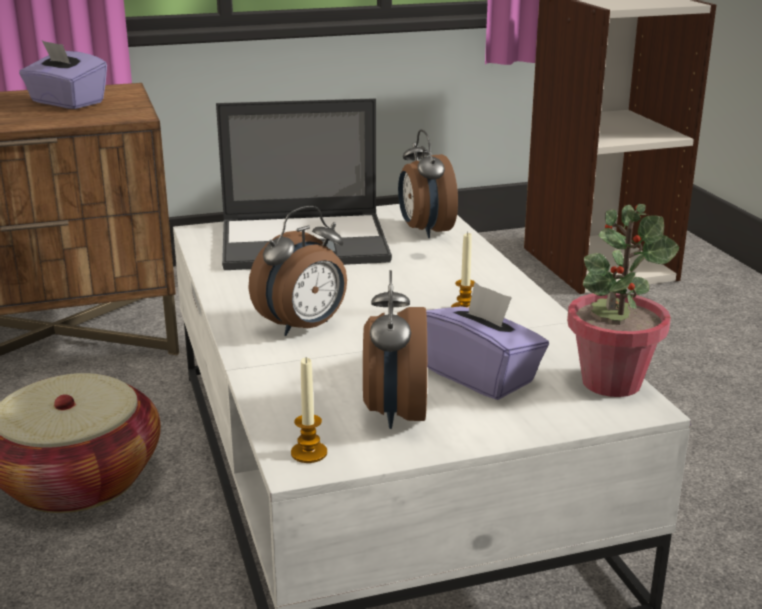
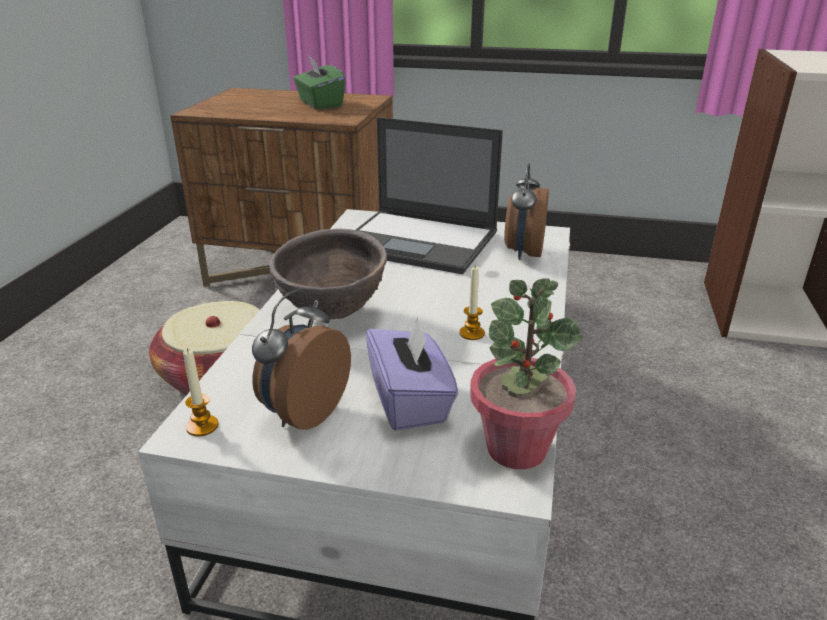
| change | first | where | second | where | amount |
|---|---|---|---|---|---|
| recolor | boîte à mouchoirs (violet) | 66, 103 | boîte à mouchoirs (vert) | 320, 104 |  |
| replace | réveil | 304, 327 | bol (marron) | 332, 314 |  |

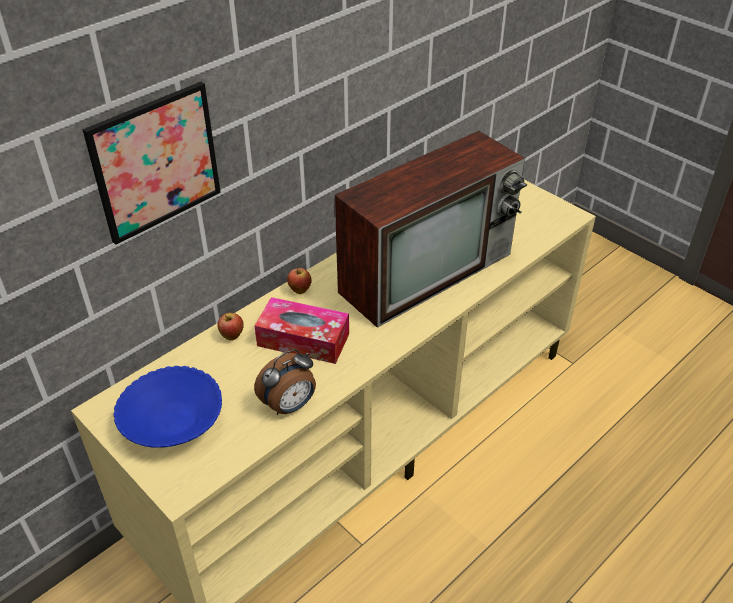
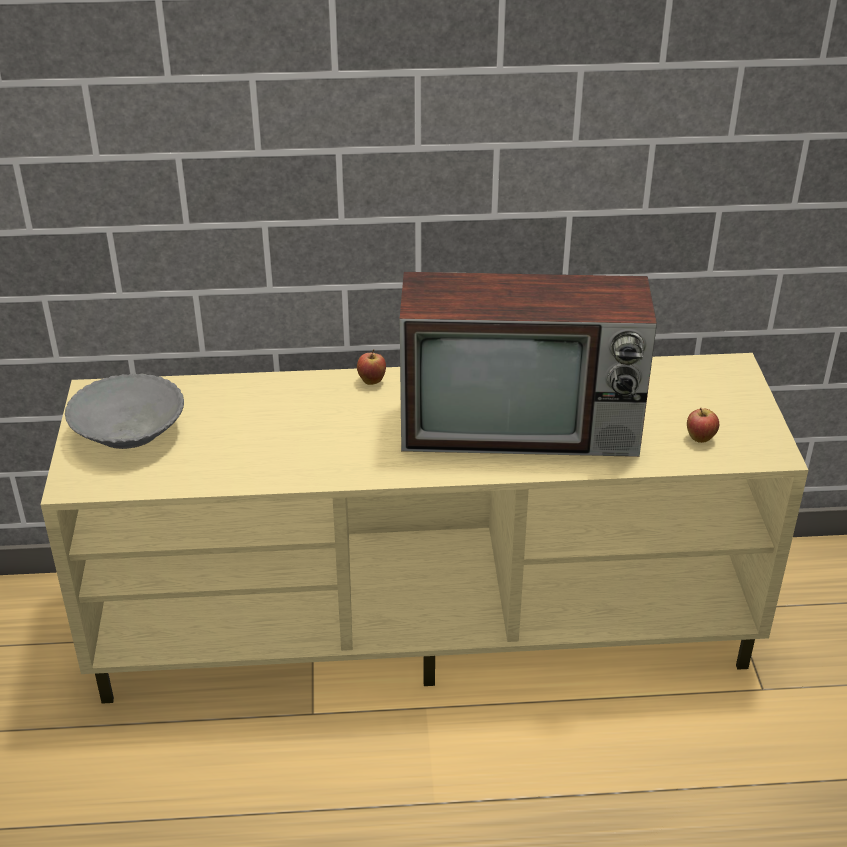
| change | first | where | second | where | amount |
|---|---|---|---|---|---|
| delete | tableau | 156, 162 |  |  |  |
| recolor | bol (bleu) | 173, 424 | bol (gris) | 129, 433 |  |
| move | pomme | 232, 336 |  | 700, 439 |  |
| delete | réveil | 289, 406 |  |  |  |
| delete | boîte à mouchoirs | 303, 340 |  |  |  |

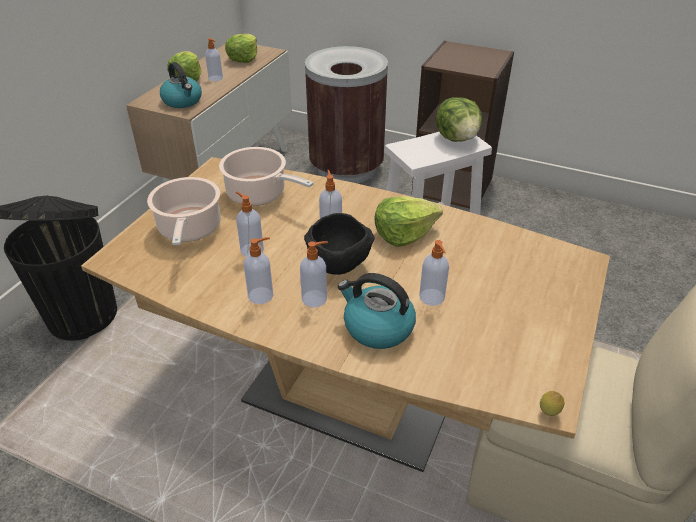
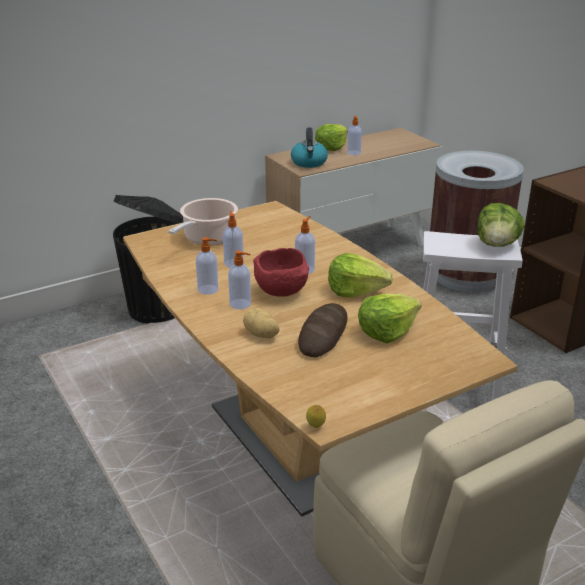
| change | first | where | second | where | amount |
|---|---|---|---|---|---|
| delete | marmite | 259, 194 |  |  |  |
| move | laitue | 243, 58 |  | 387, 331 |  |
| recolor | bol (noir) | 339, 264 | bol (rouge) | 283, 292 |  |
| replace | bouilloire | 377, 327 | pomme de terre | 261, 335 |  |
| replace | distributeur de savon | 432, 298 | pain | 323, 334 |  |

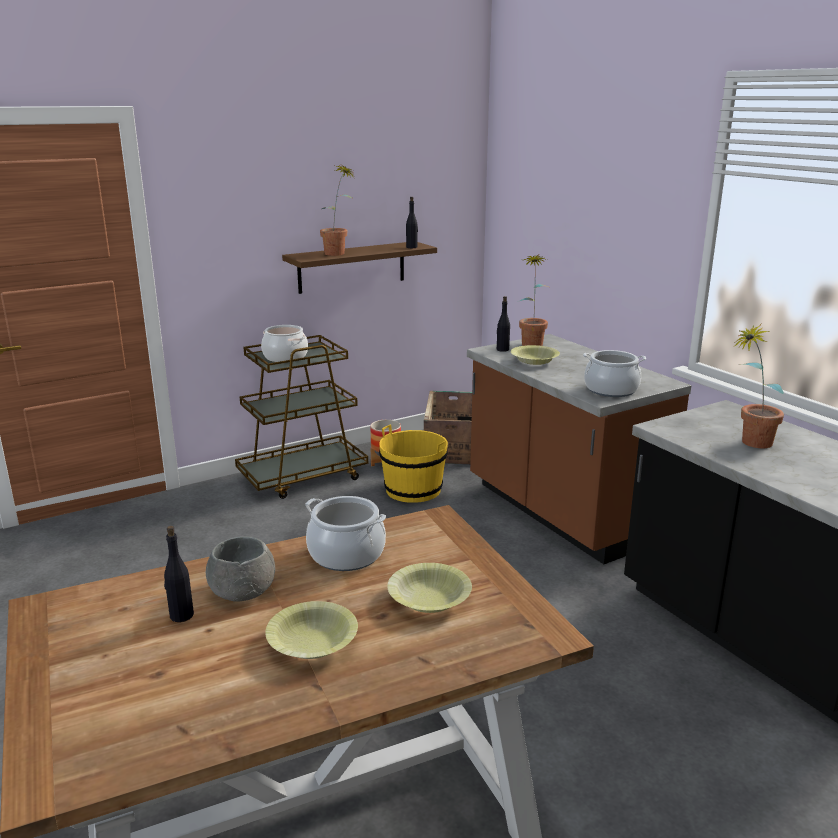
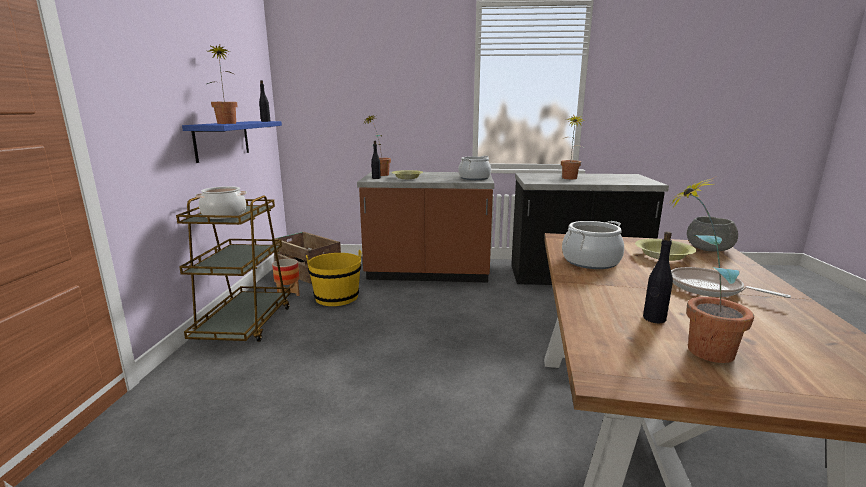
| change | first | where | second | where | amount |
|---|---|---|---|---|---|
| move | bol (gris) | 242, 590 |  | 709, 248 |  |
| replace | bol (jaune) | 312, 642 | poêle | 709, 288 |  |
| recolor | étagère (marron) | 352, 267 | étagère (bleu) | 222, 140 |  |
| insert |  |  | plante en pot | 695, 349 |  |

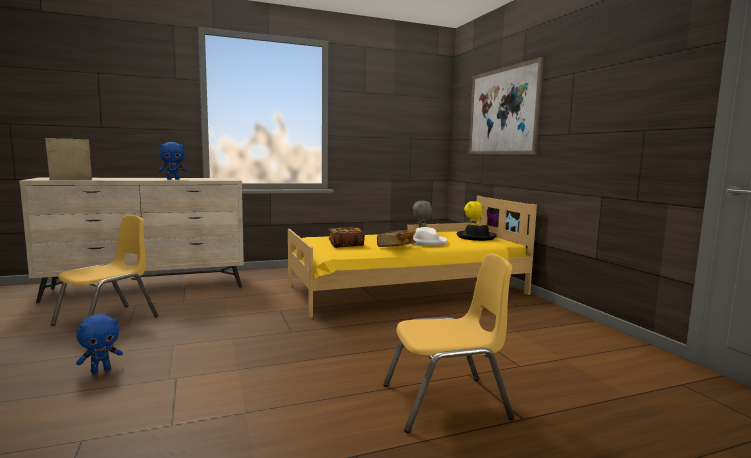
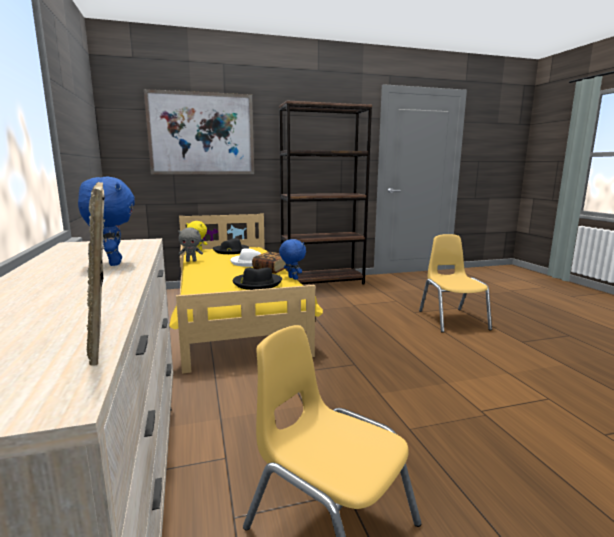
| change | first | where | second | where | amount |
|---|---|---|---|---|---|
| move | peluche (bleu) | 101, 370 |  | 292, 278 |  |
| replace | livre | 346, 245 | chapeau (noir) | 257, 283 |  |
| insert |  |  | bibliothèque (marron) | 322, 282 |  |

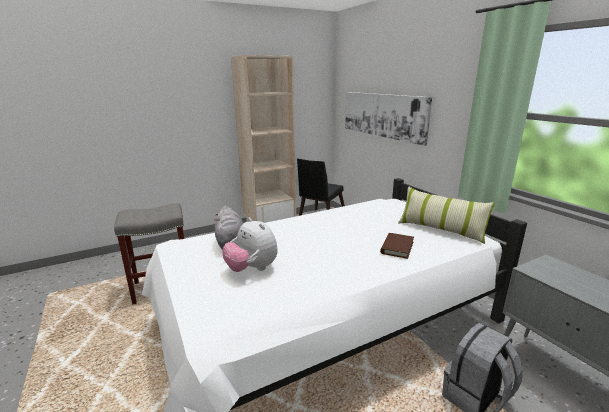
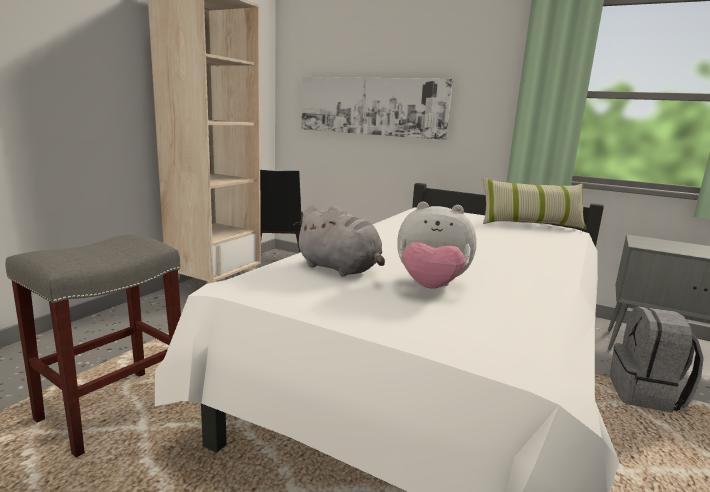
| change | first | where | second | where | amount |
|---|---|---|---|---|---|
| delete | livre (marron) | 397, 247 |  |  |  |

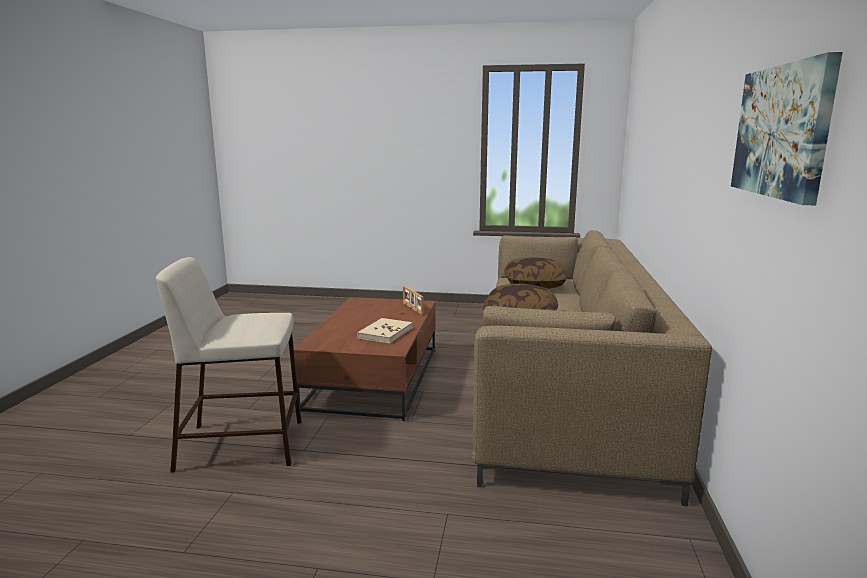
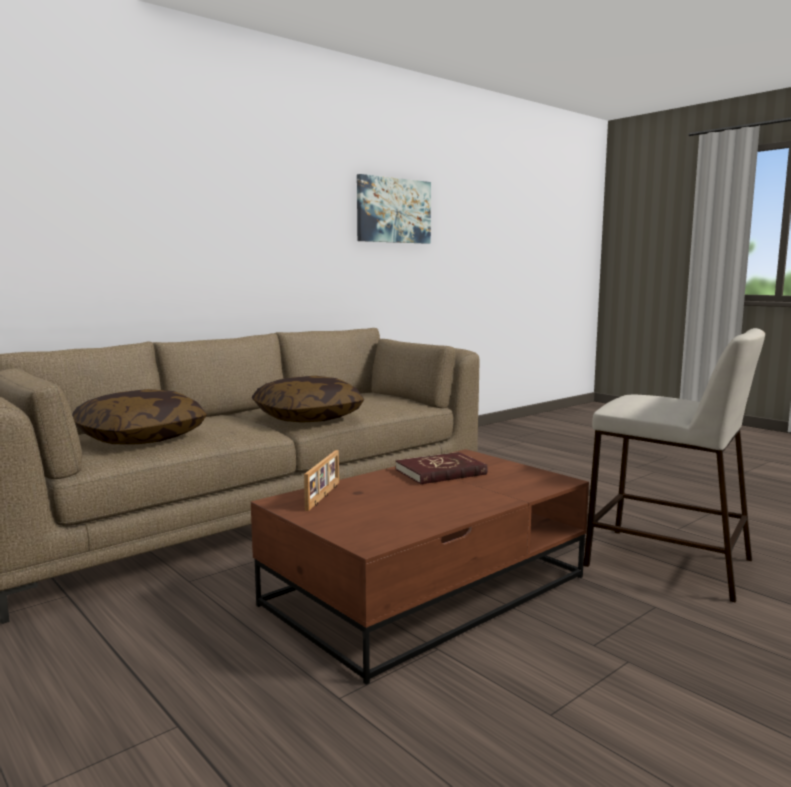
| change | first | where | second | where | amount |
|---|---|---|---|---|---|
| recolor | livre (beige) | 385, 333 | livre (rouge) | 441, 472 |  |

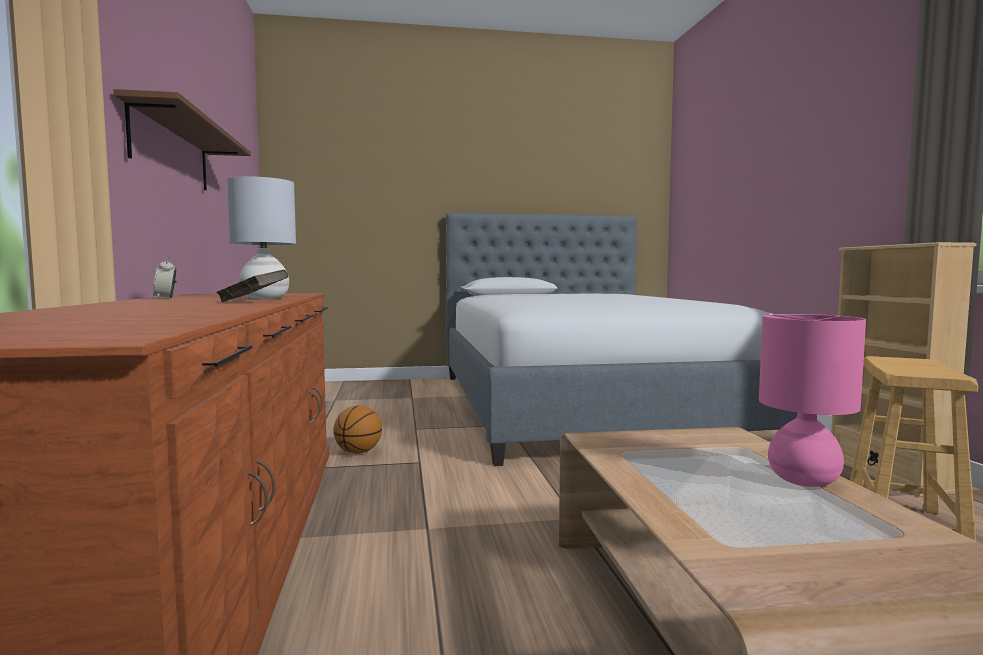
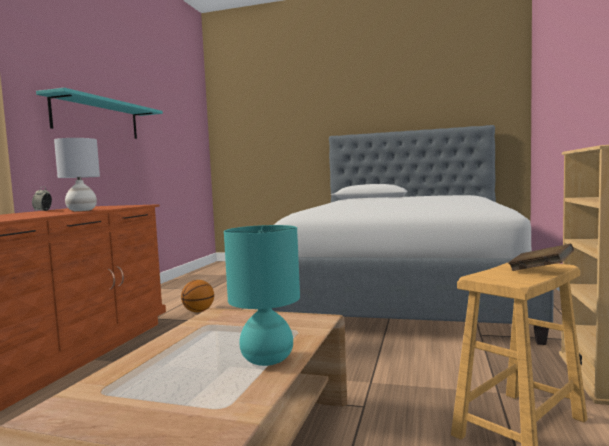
| change | first | where | second | where | amount |
|---|---|---|---|---|---|
| recolor | étagère (marron) | 171, 151 | étagère (turquoise) | 97, 118 |  |
| move | livre (marron) | 253, 301 |  | 540, 271 |  |
| recolor | lampe de table (rose) | 803, 480 | lampe de table (turquoise) | 266, 360 |  |

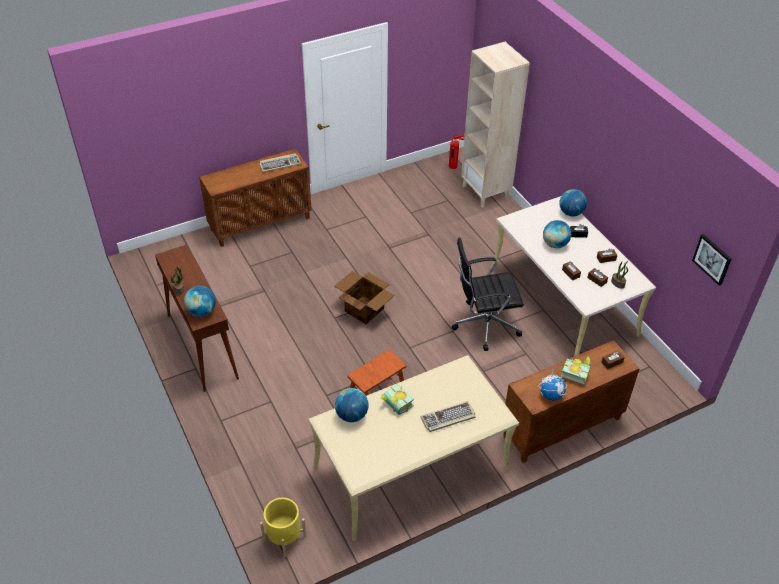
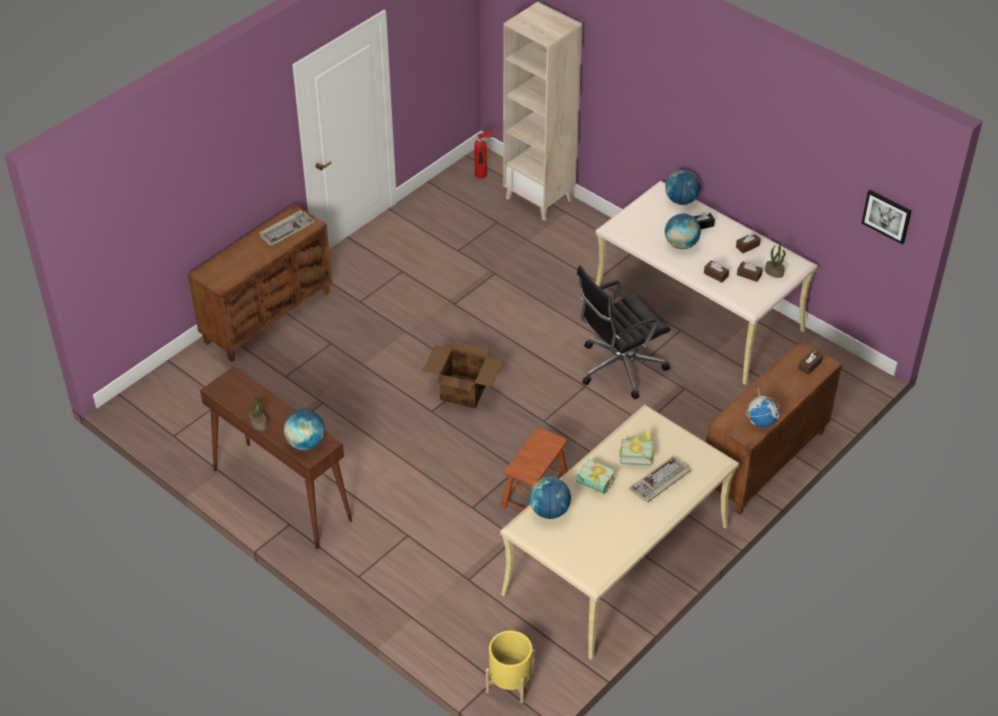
| change | first | where | second | where | amount |
|---|---|---|---|---|---|
| move | livre | 575, 373 |  | 636, 454 |  |

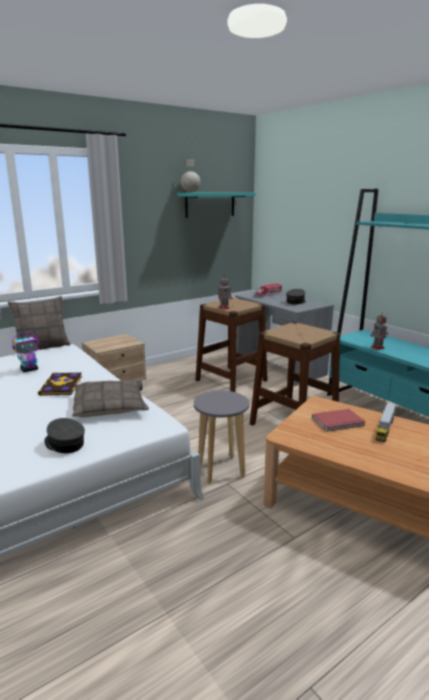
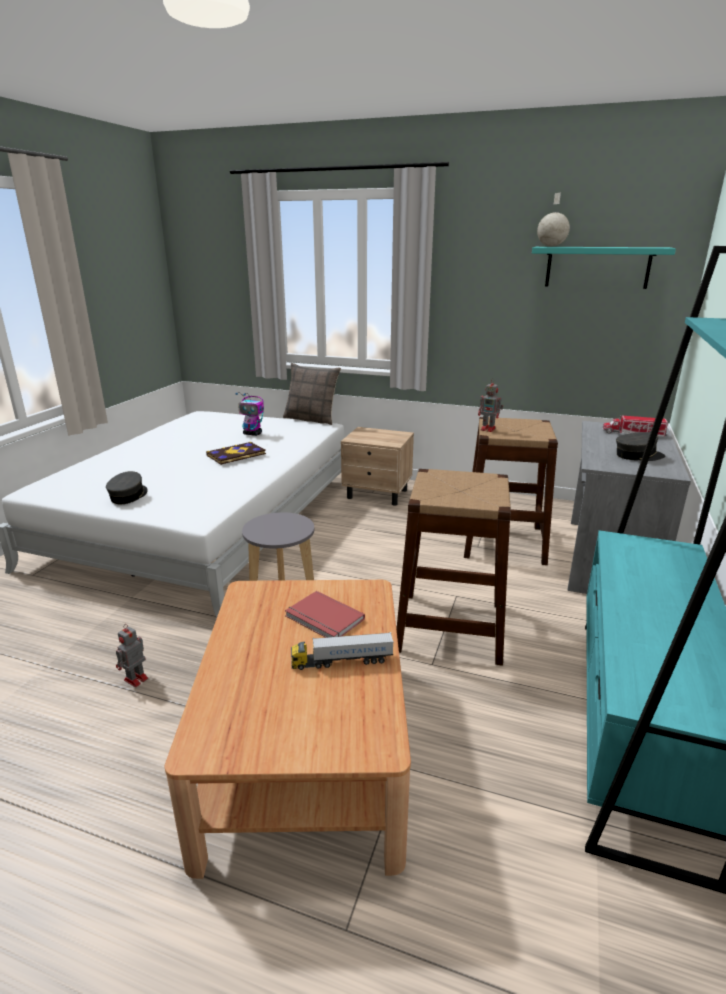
| change | first | where | second | where | amount |
|---|---|---|---|---|---|
| delete | coussin | 111, 406 |  |  |  |
| move | robot jouet | 378, 348 |  | 135, 680 |  |

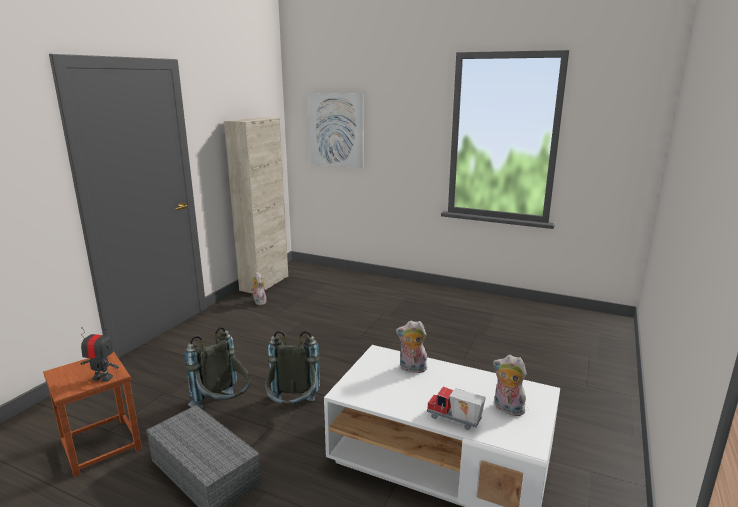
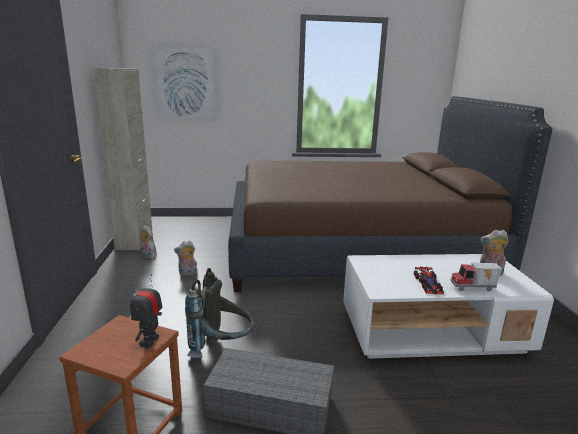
| change | first | where | second | where | amount |
|---|---|---|---|---|---|
| rotate | robot jouet | 102, 378 |  | 149, 341 | 60 degrees counterclockwise |
| delete | sac à dos (gris) | 293, 409 |  |  |  |
| move | peluche | 411, 369 |  | 187, 273 |  |
| insert |  |  | lit (marron) | 355, 249 |  |
| insert |  |  | petite voiture | 428, 284 |  |

